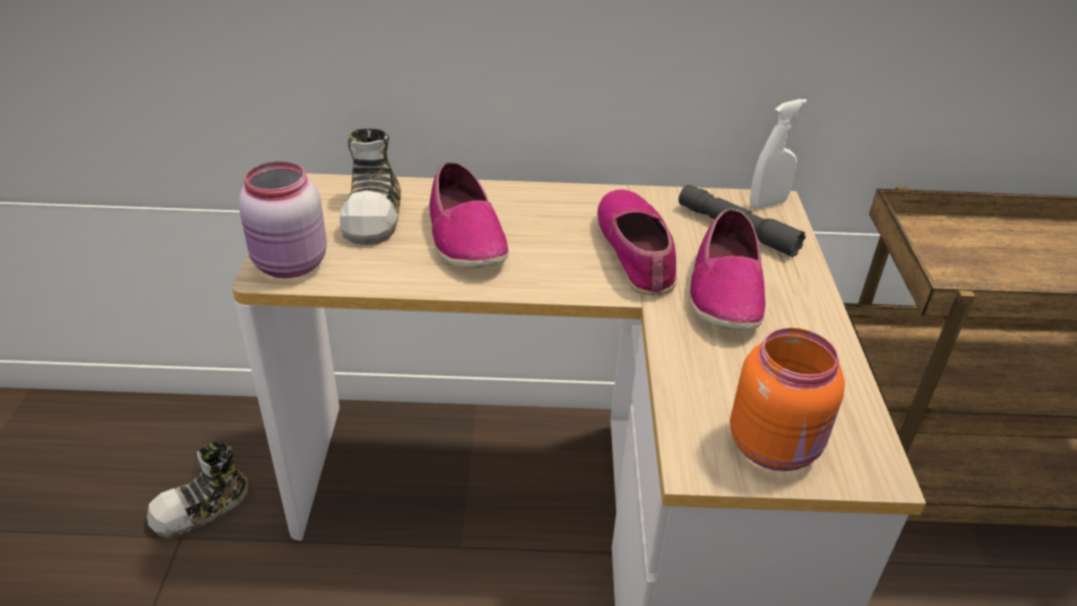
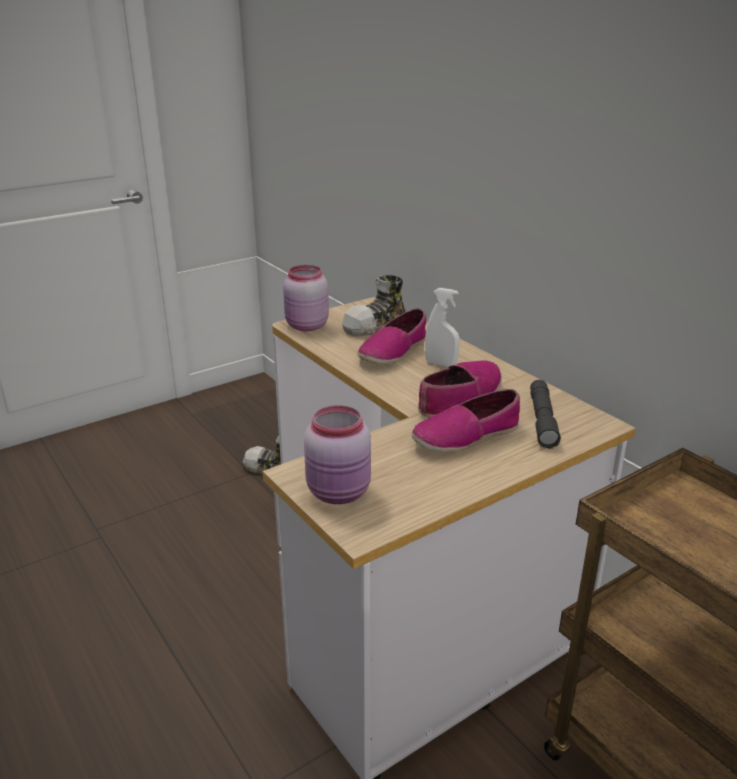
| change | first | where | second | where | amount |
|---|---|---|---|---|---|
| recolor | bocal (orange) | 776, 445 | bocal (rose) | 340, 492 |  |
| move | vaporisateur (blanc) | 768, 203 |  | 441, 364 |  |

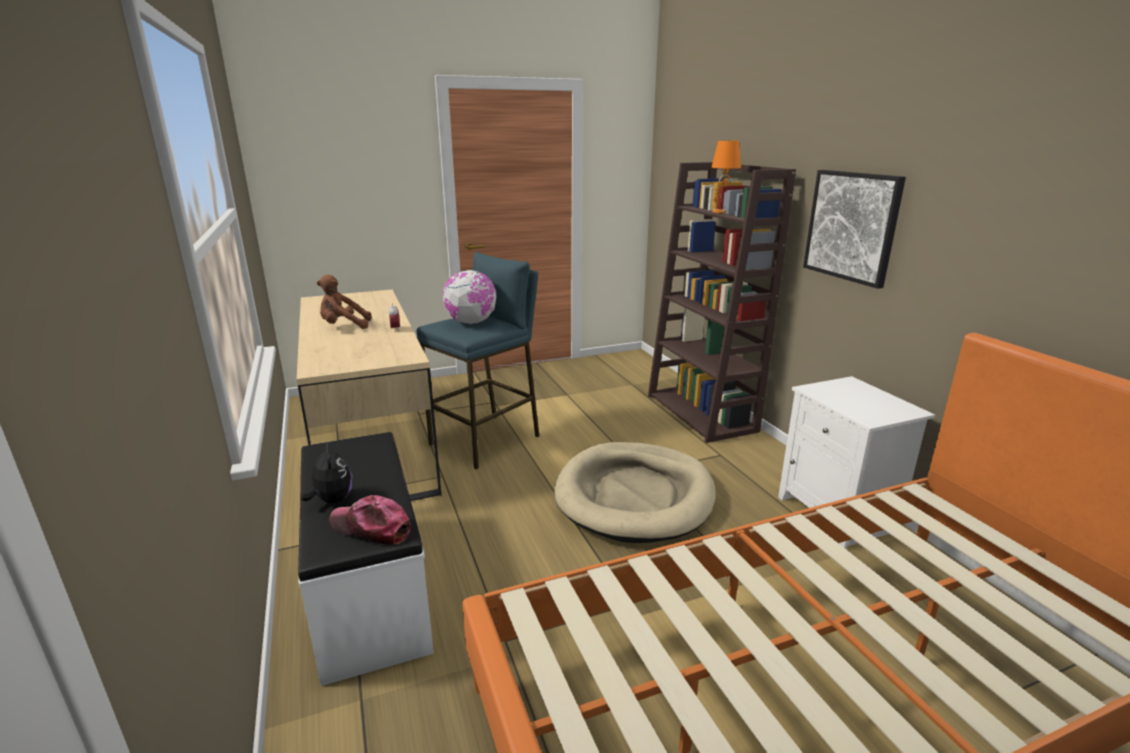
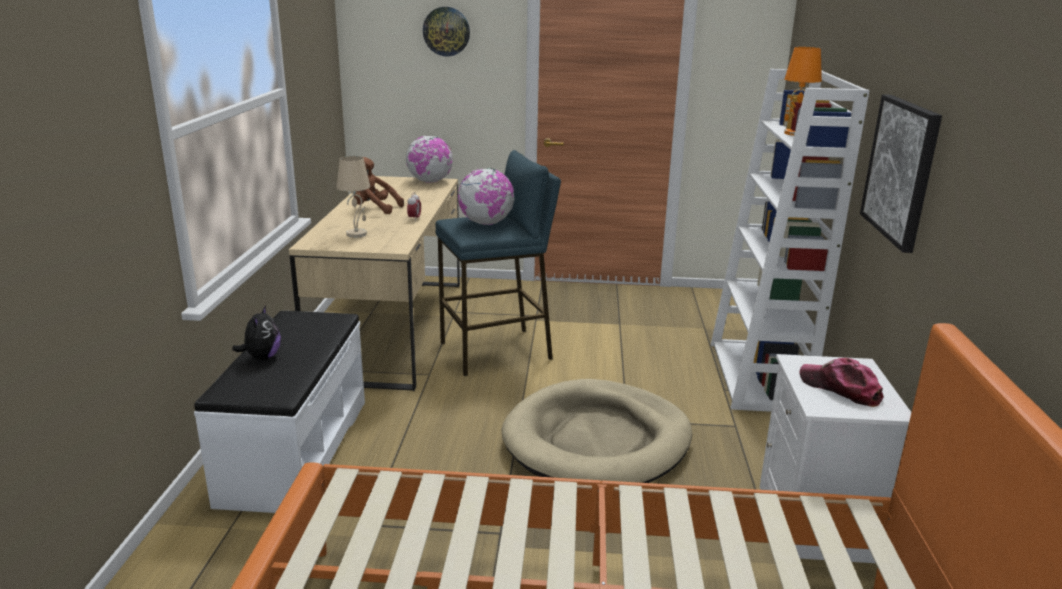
| change | first | where | second | where | amount |
|---|---|---|---|---|---|
| move | casquette | 371, 528 |  | 840, 389 |  |
| recolor | bibliothèque (marron) | 702, 413 | bibliothèque (blanc) | 758, 377 |  |
| insert |  |  | lampe de table (beige) | 357, 234 |  |
| insert |  |  | globe | 430, 182 |  |
| insert |  |  | horloge murale | 446, 31 |  |

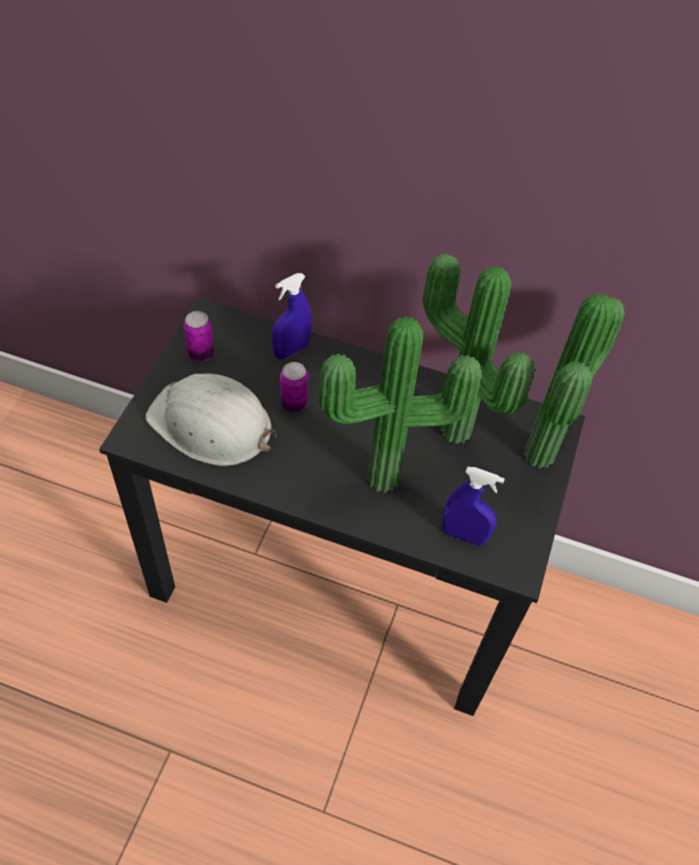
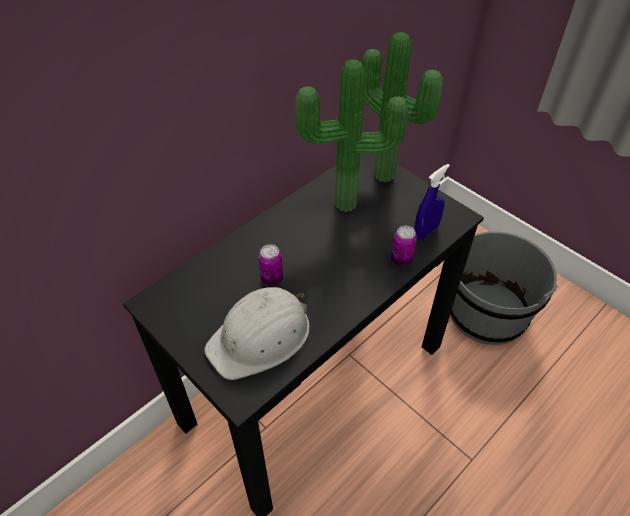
| change | first | where | second | where | amount |
|---|---|---|---|---|---|
| move | boîte métallique | 201, 353 |  | 401, 260 |  |
| delete | vaporisateur (bleu) | 291, 350 |  |  |  |
| delete | plante en pot | 385, 484 |  |  |  |
| insert |  |  | seau (gris) | 487, 313 |  |

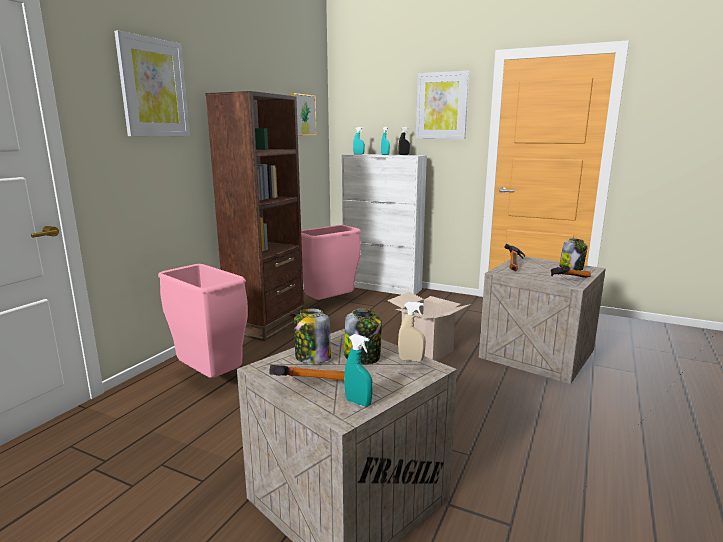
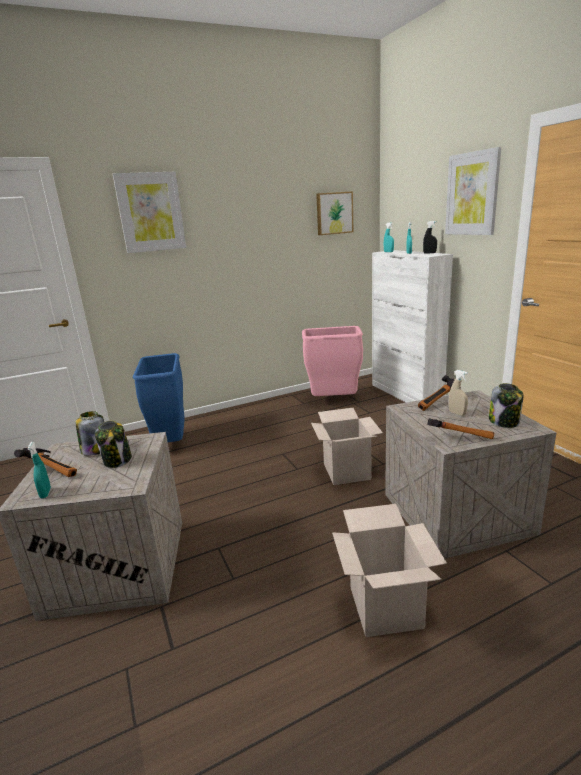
| change | first | where | second | where | amount |
|---|---|---|---|---|---|
| recolor | poubelle (rose) | 211, 378 | poubelle (bleu) | 172, 443 |  |
| delete | bibliothèque (marron) | 266, 324 |  |  |  |
| move | vaporisateur (beige) | 411, 360 |  | 457, 413 |  |
| insert |  |  | carton | 385, 607 |  |

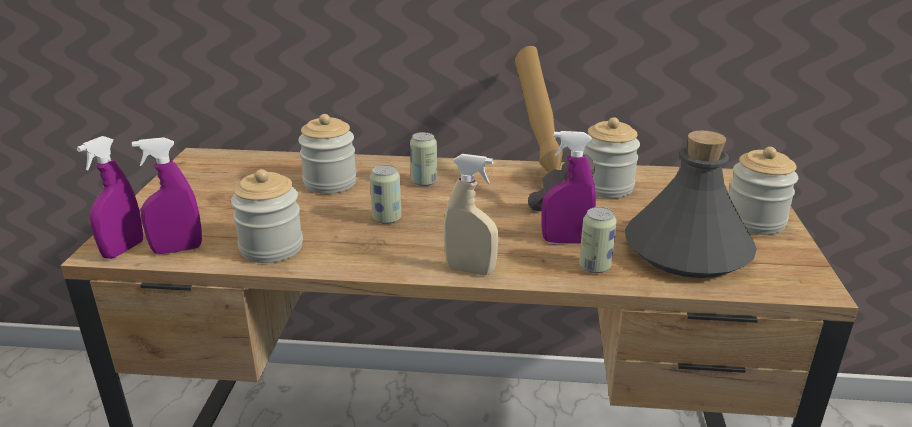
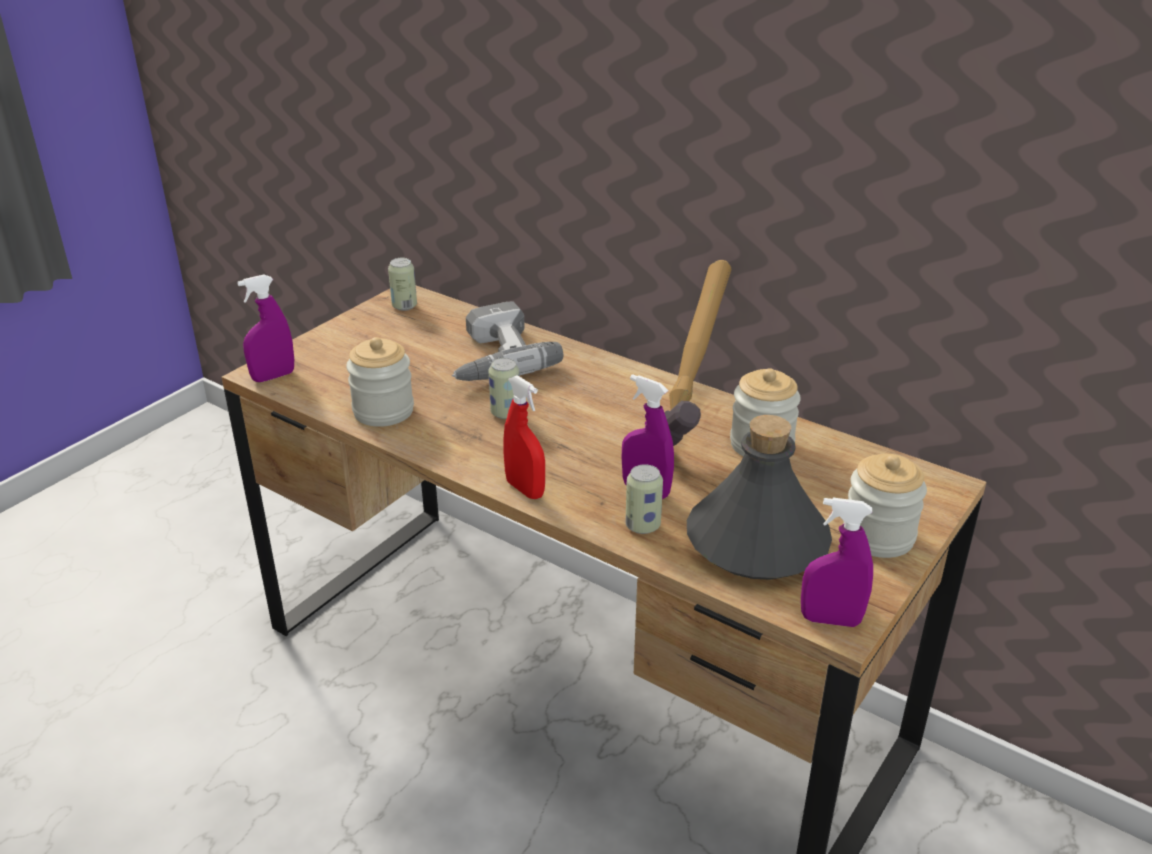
| change | first | where | second | where | amount |
|---|---|---|---|---|---|
| move | vaporisateur (violet) | 177, 249 |  | 830, 620 |  |
| replace | bocal | 330, 183 | perceuse | 493, 358 |  |
| move | boîte métallique | 424, 182 |  | 404, 306 |  |
| recolor | vaporisateur (beige) | 470, 270 | vaporisateur (rouge) | 525, 489 |  |

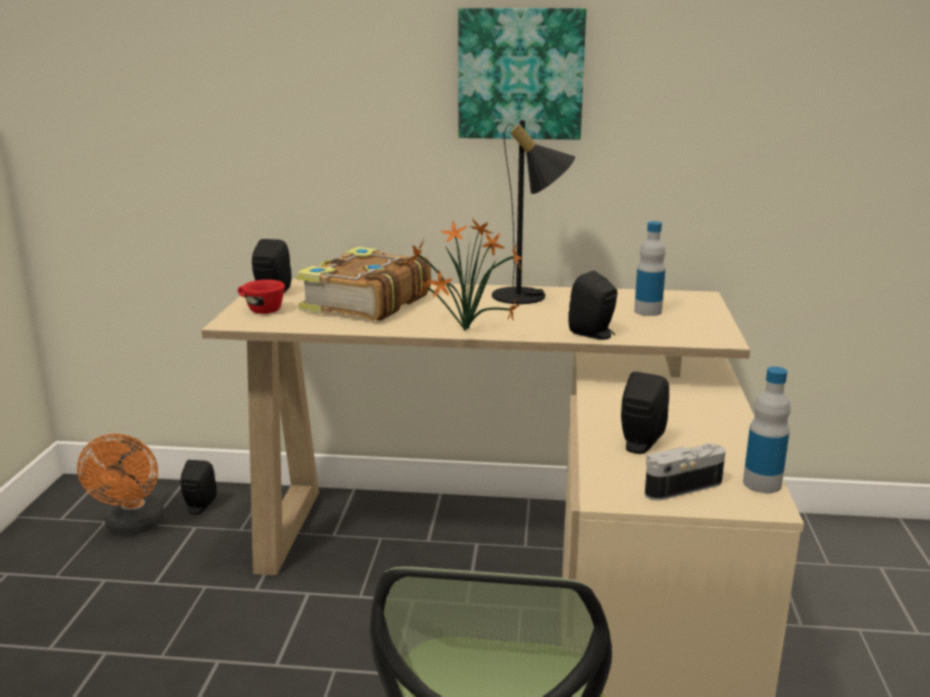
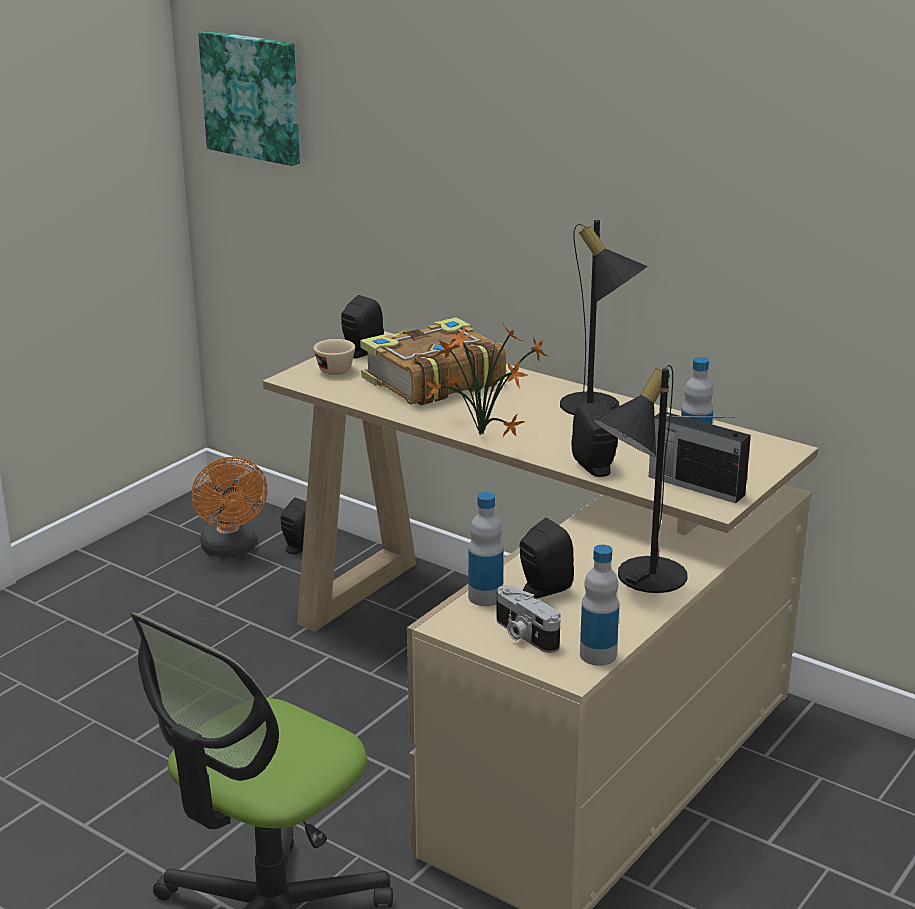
| change | first | where | second | where | amount |
|---|---|---|---|---|---|
| rotate | ventilateur (orange) | 133, 526 |  | 231, 549 | 45 degrees counterclockwise |
| recolor | tasse (rouge) | 260, 310 | tasse (beige) | 331, 369 |  |
| move | tableau | 521, 74 |  | 253, 96 |  |
| rotate | appareil photo | 680, 485 |  | 523, 635 | 135 degrees counterclockwise |
| insert |  |  | bouteille | 485, 597 |  |
| insert |  |  | lampe de table (noir) | 639, 577 |  |
| insert |  |  | radio | 694, 485 |  |

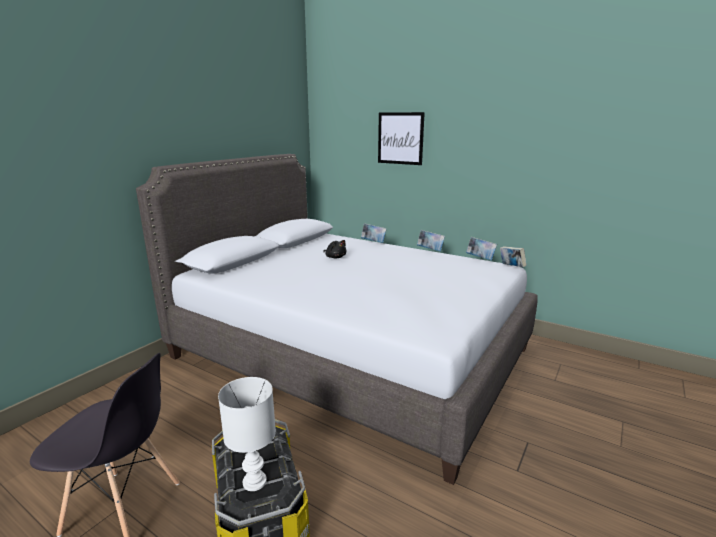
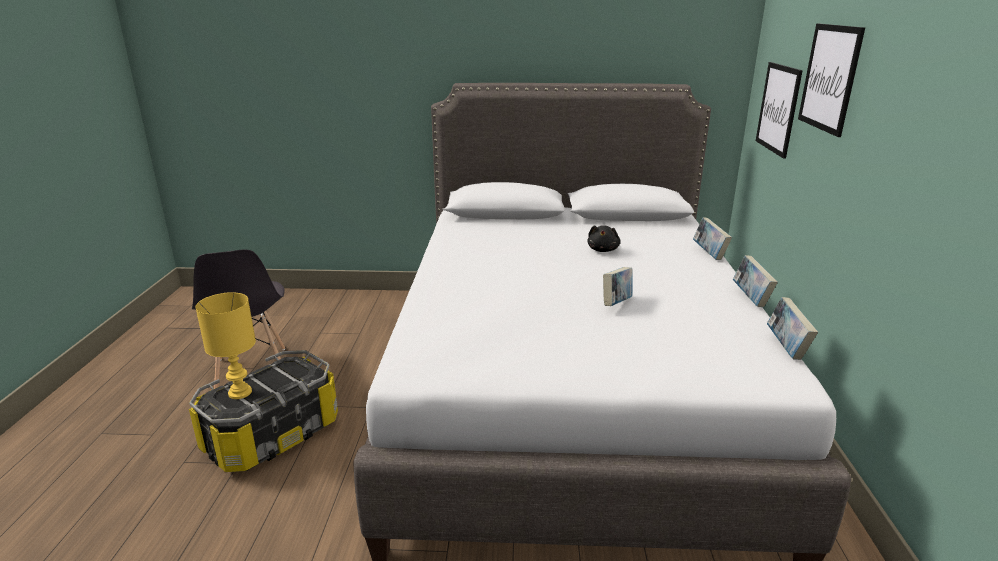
| change | first | where | second | where | amount |
|---|---|---|---|---|---|
| recolor | lampe de table (blanc) | 254, 481 | lampe de table (jaune) | 241, 392 |  |
| move | livre | 511, 267 |  | 616, 303 |  |
| insert |  |  | tableau | 778, 108 |  |

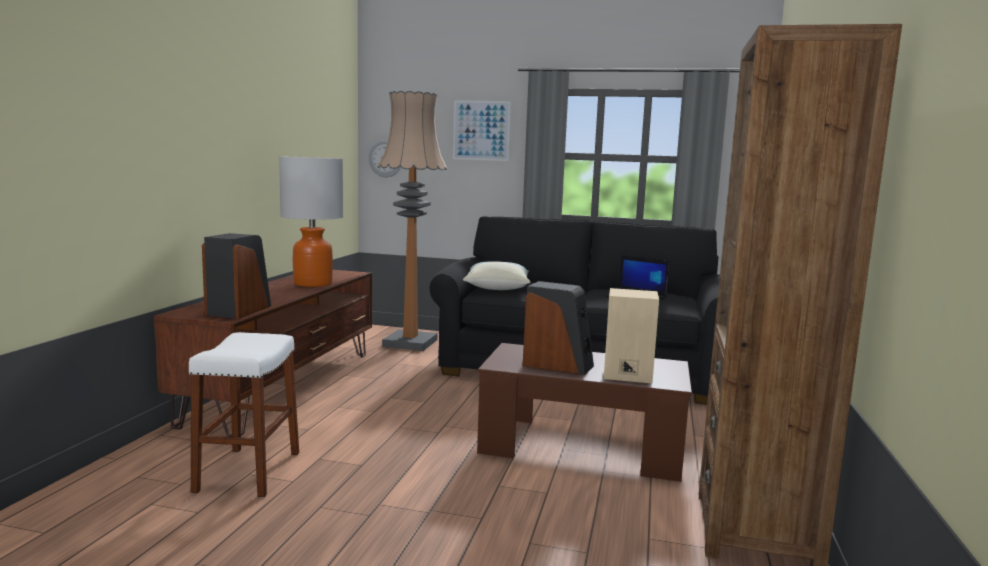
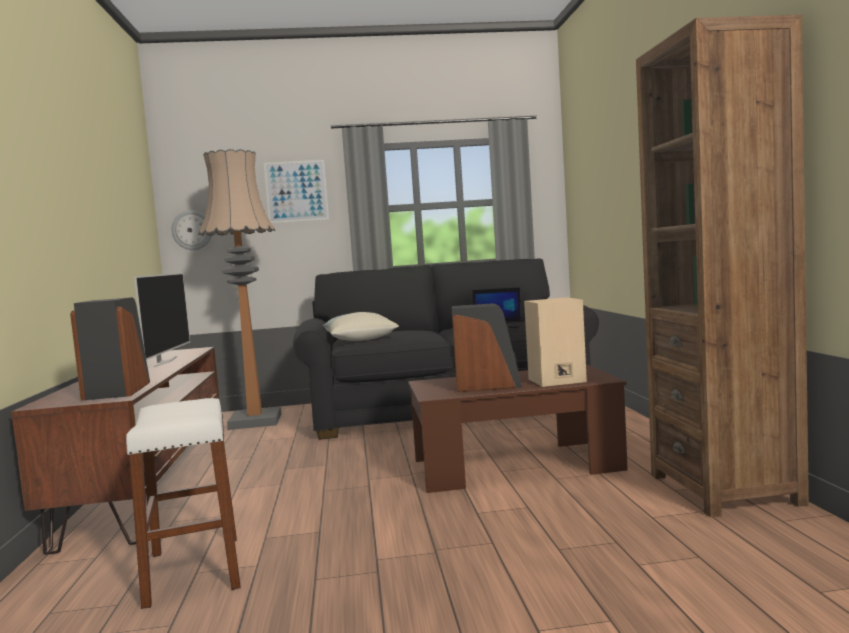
| change | first | where | second | where | amount |
|---|---|---|---|---|---|
| replace | lampe de table | 313, 283 | téléviseur | 164, 362 |  |

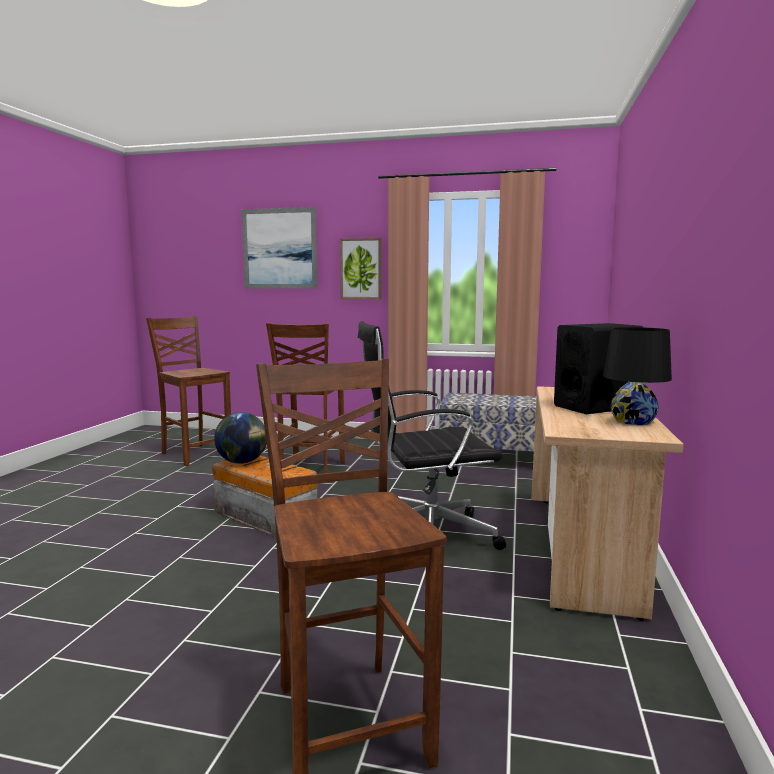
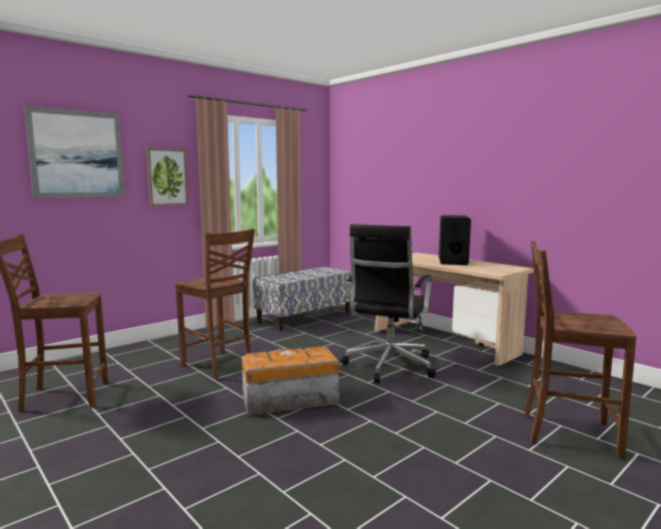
| change | first | where | second | where | amount |
|---|---|---|---|---|---|
| delete | globe | 242, 462 |  |  |  |
| delete | lampe de table (noir) | 632, 421 |  |  |  |

